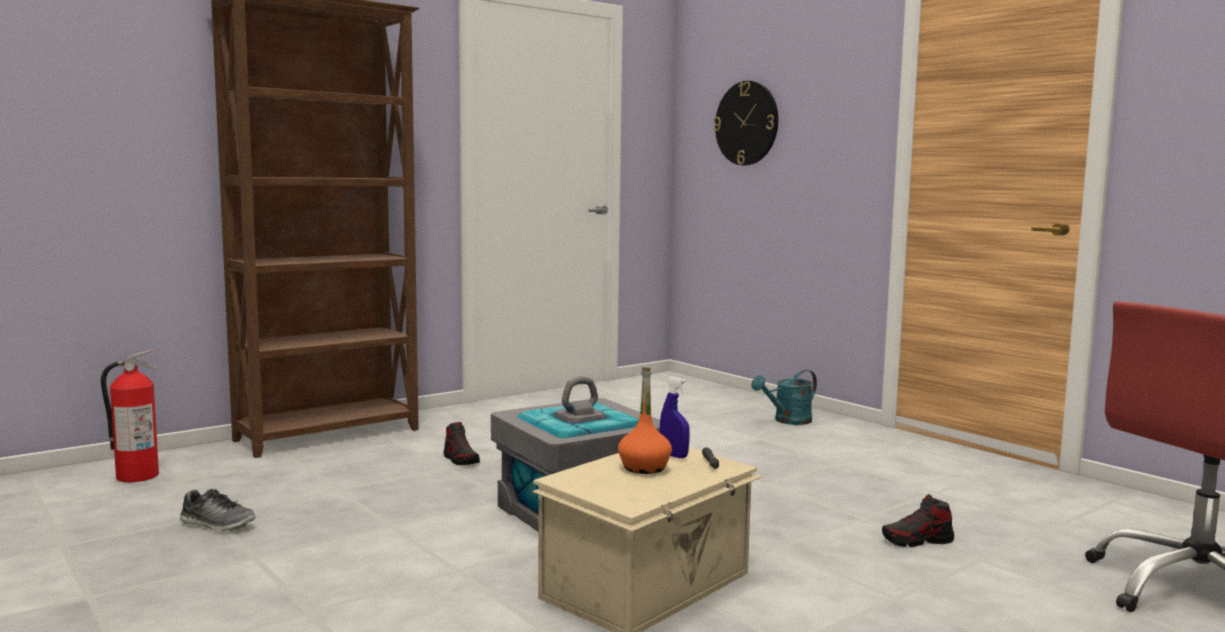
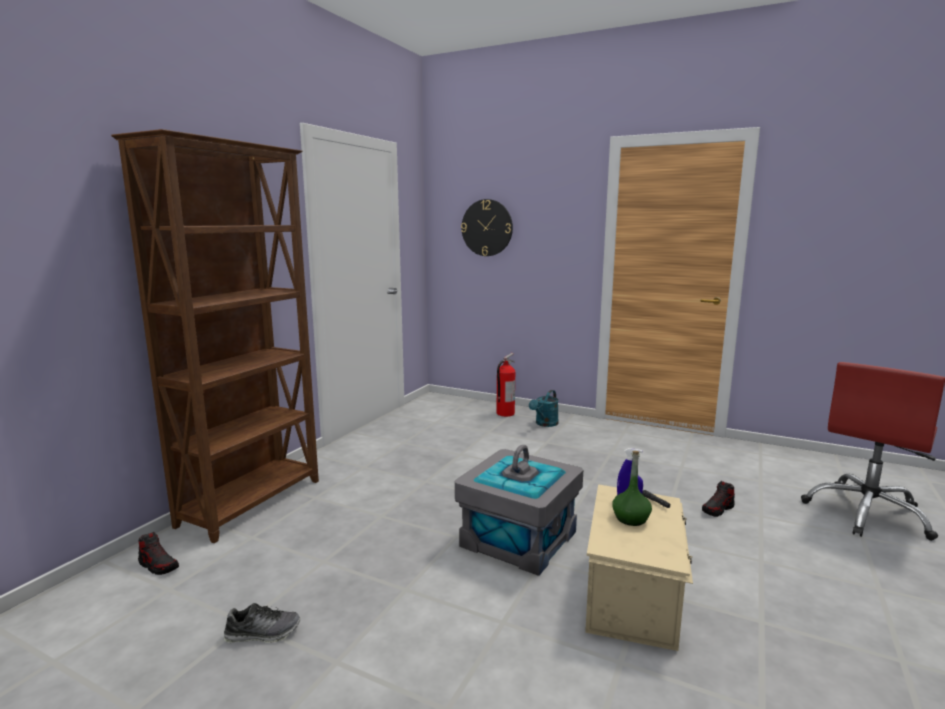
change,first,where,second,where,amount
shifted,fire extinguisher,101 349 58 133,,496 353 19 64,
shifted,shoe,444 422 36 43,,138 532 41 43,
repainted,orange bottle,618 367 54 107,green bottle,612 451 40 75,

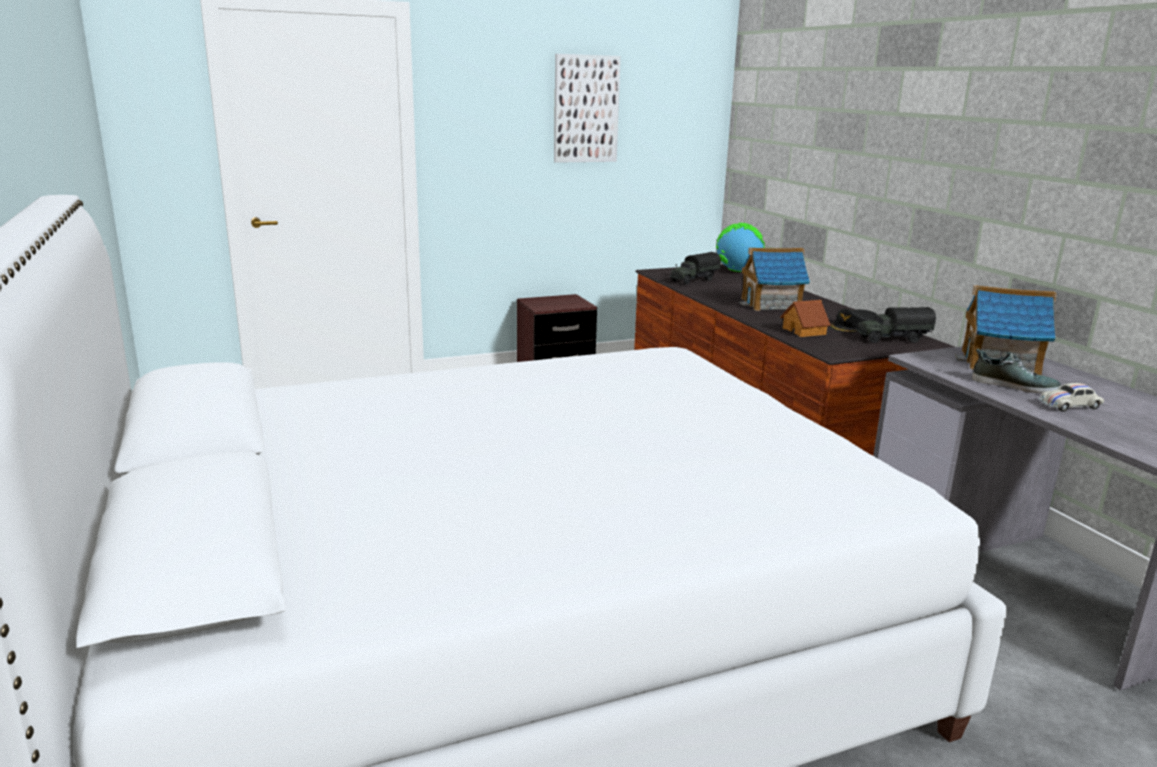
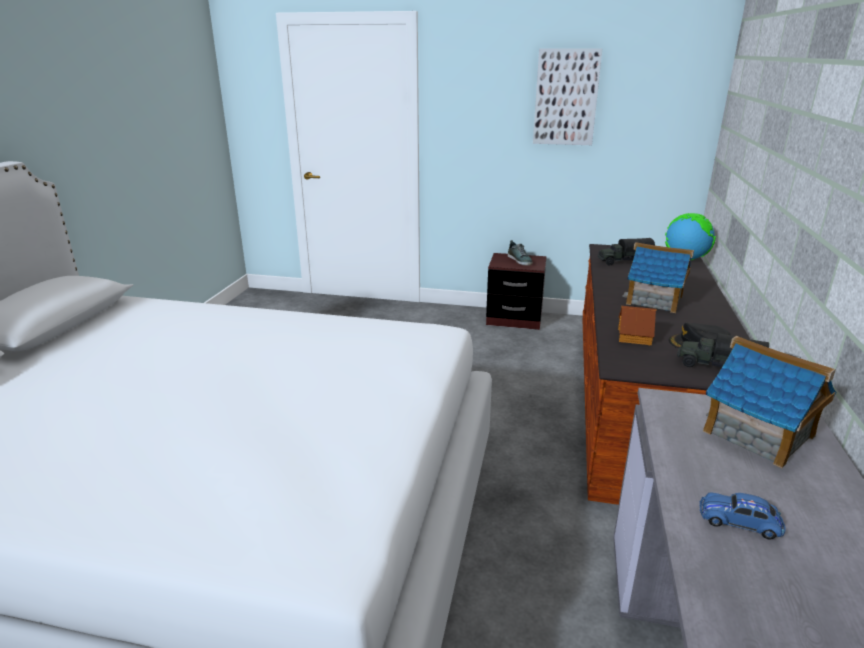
change,first,where,second,where,amount
shifted,shoe,972 349 89 44,,508 240 25 25,
repainted,white toy car,1039 383 65 29,blue toy car,700 492 86 48,

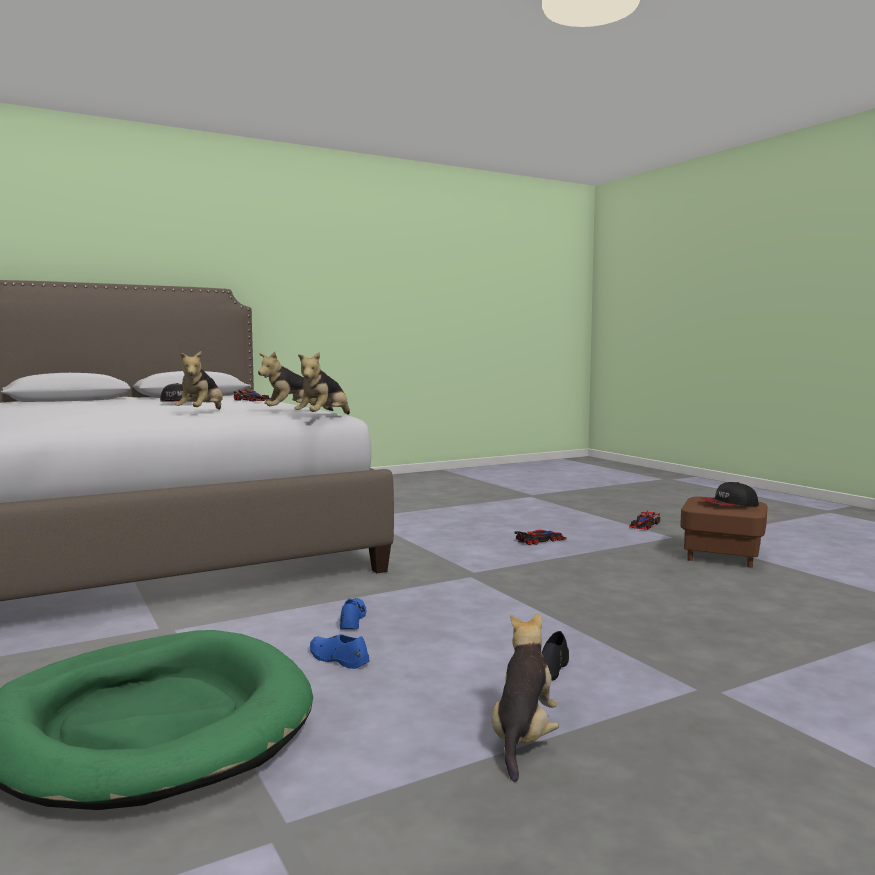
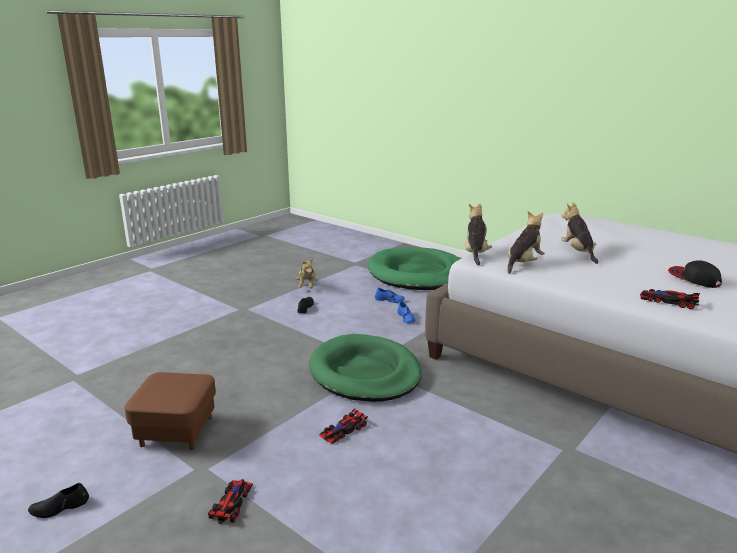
change,first,where,second,where,amount
gone,cap,701 482 58 24,,,
new,,,black shoe,28 483 61 35,
new,,,green dog bed,309 334 113 68,

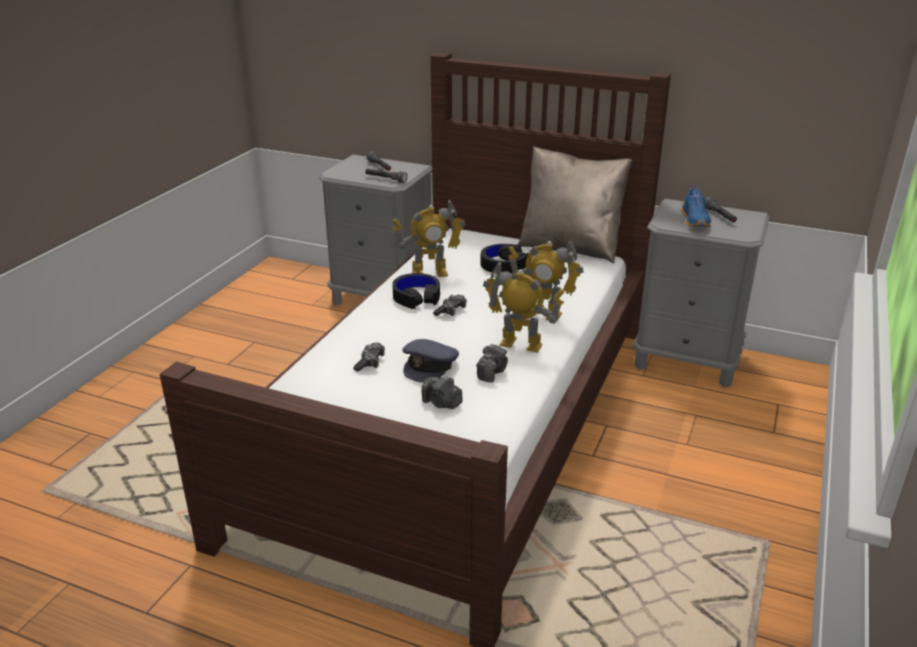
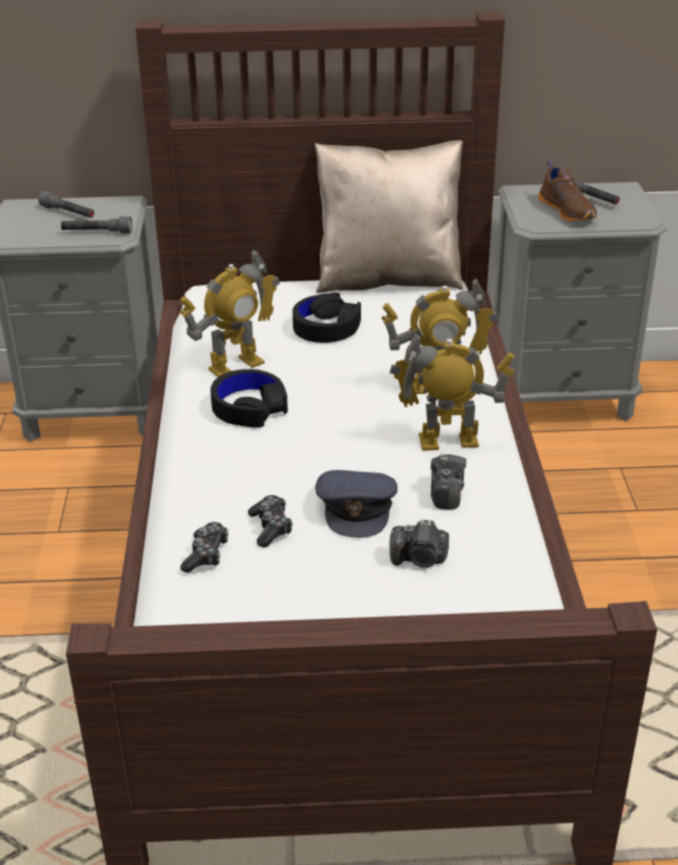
change,first,where,second,where,amount
shifted,game controller,433 295 34 21,,180 522 48 51,
repainted,blue shoe,681 184 30 43,brown shoe,538 161 59 61,

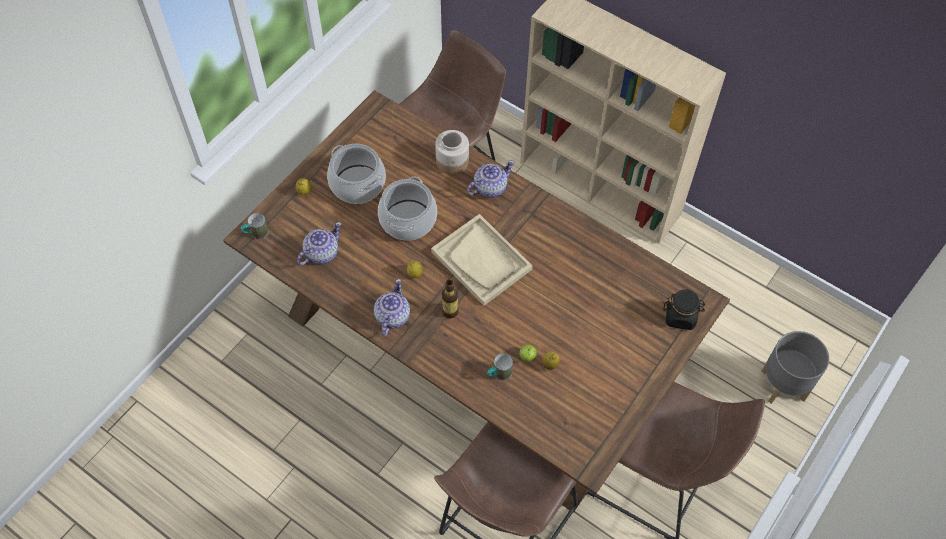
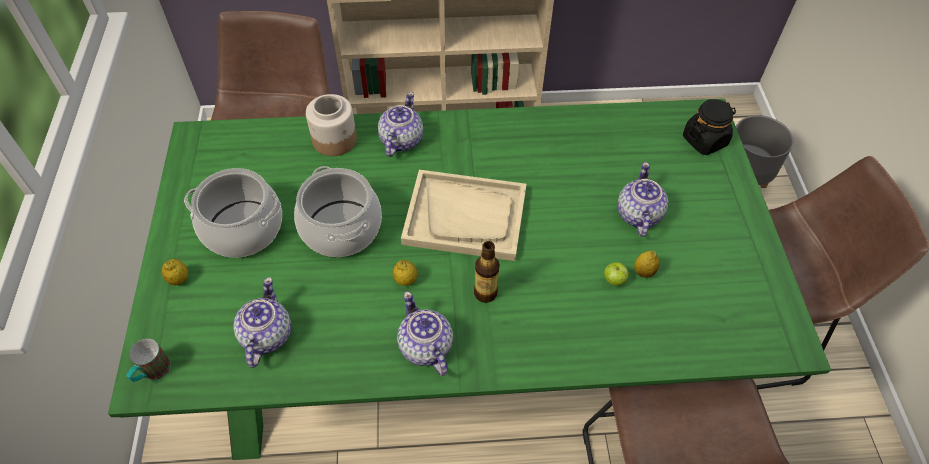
change,first,where,second,where,amount
repainted,brown dining table,223 90 507 421,green dining table,108 98 723 362,
gone,mug,487 353 26 28,,,
new,,,teapot,617 162 51 75,

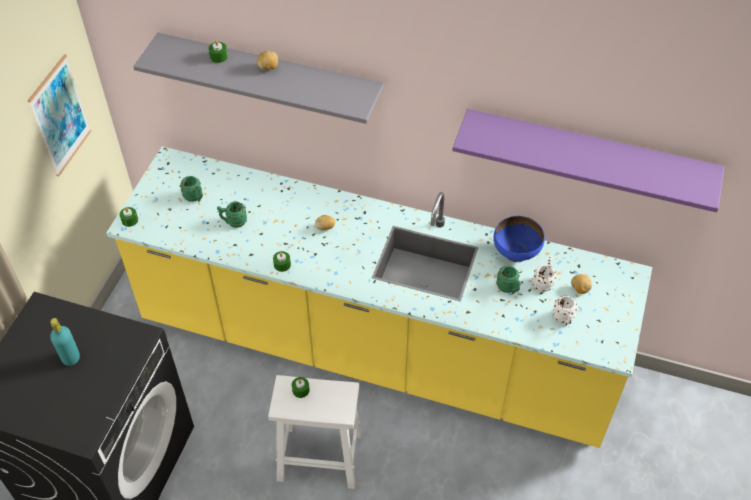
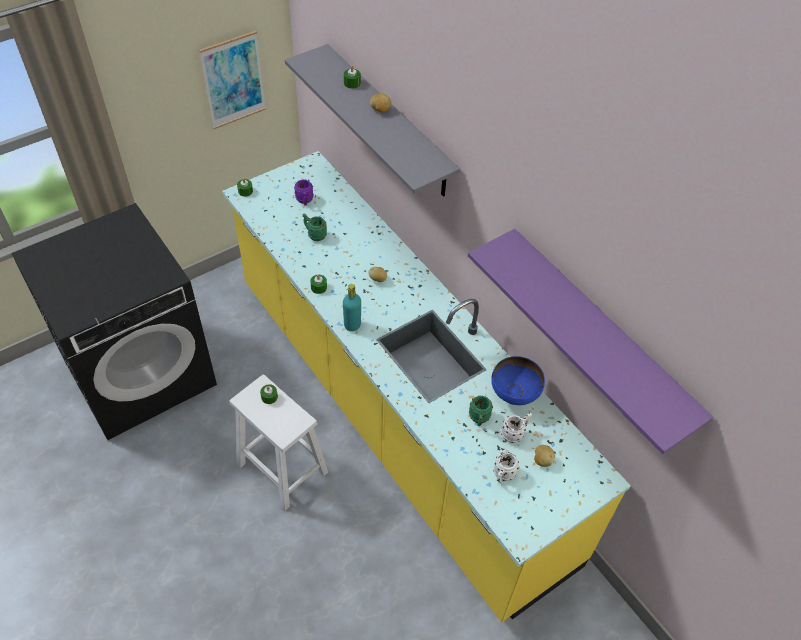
change,first,where,second,where,amount
shifted,turquoise bottle,50 318 30 48,,343 284 18 47,
repainted,green mug,180 176 23 26,purple mug,294 180 20 26,

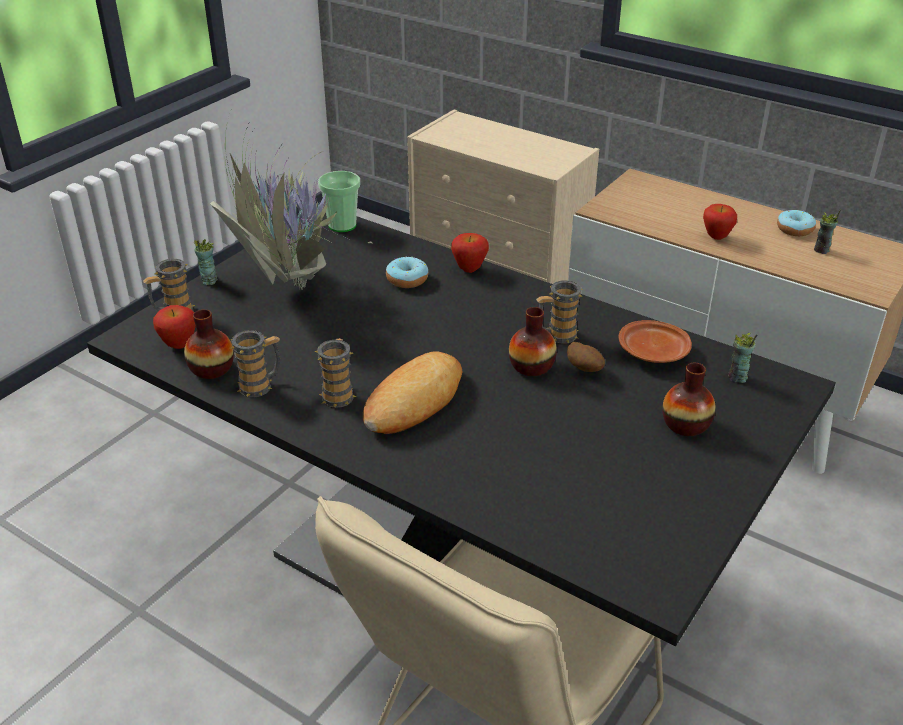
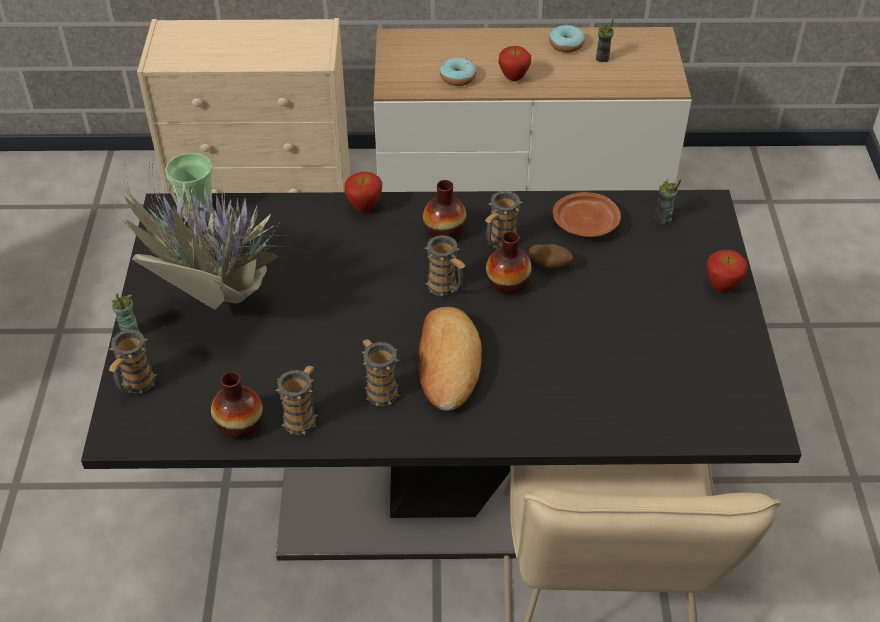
change,first,where,second,where,amount
shifted,apple,153 305 43 44,,707 250 41 42,
shifted,donut,386 256 42 32,,440 58 36 28,
shifted,vase,662 363 54 73,,423 180 44 59,
new,,,mug,425 235 40 61,

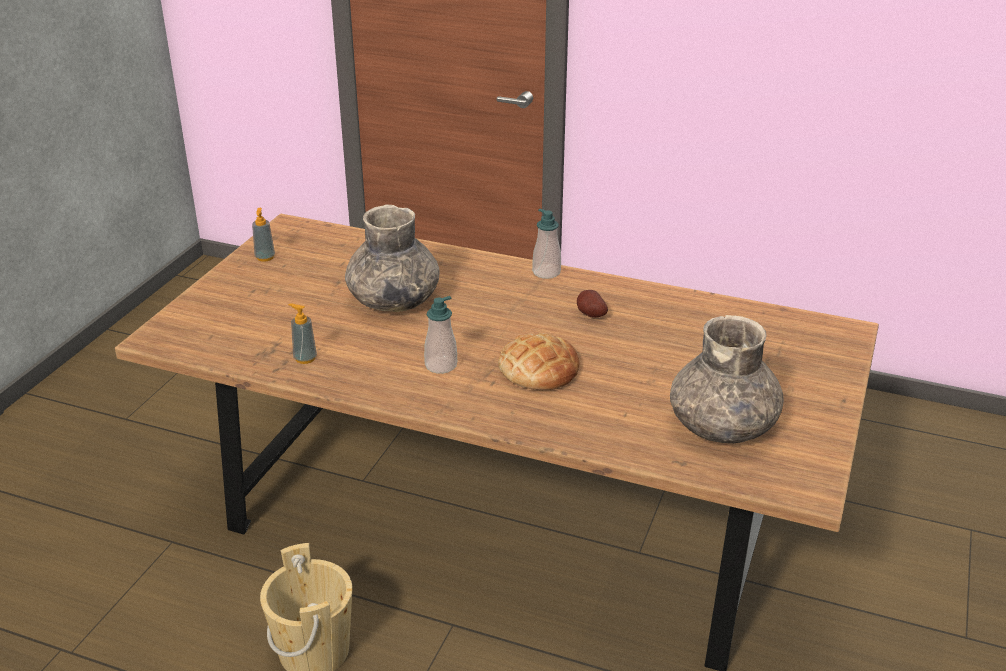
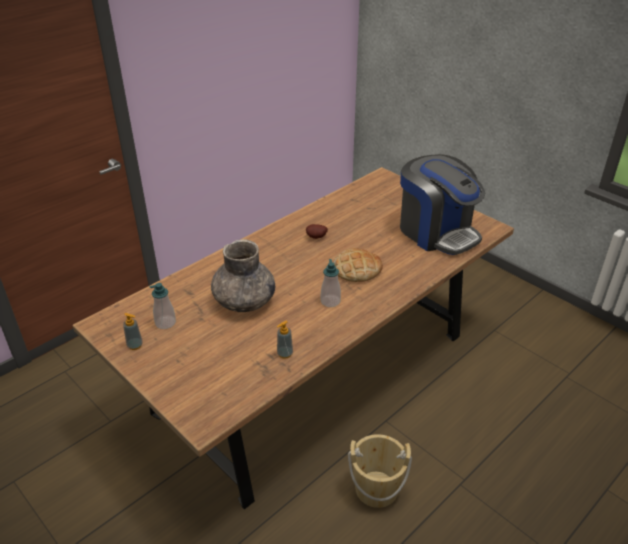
change,first,where,second,where,amount
shifted,soap dispenser,532 208 29 71,,150 283 26 46,
swapped,grey vase,670 315 114 128,coffee machine,400 154 85 101,

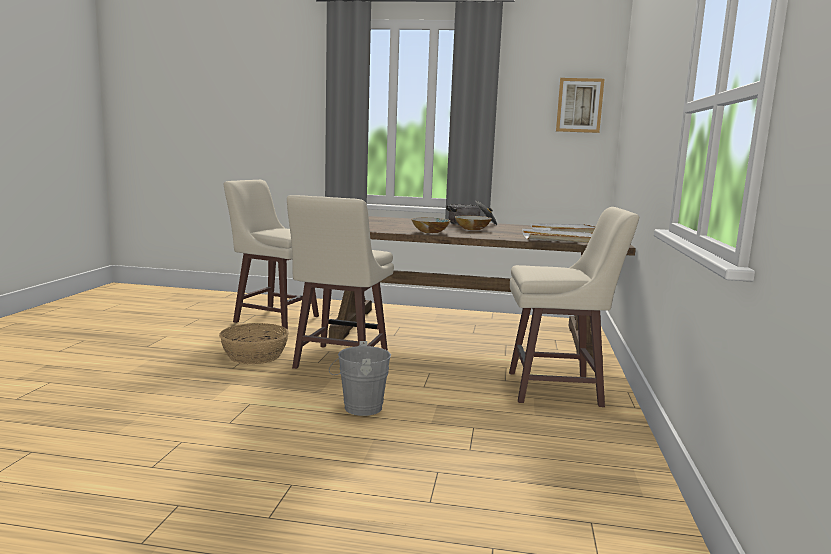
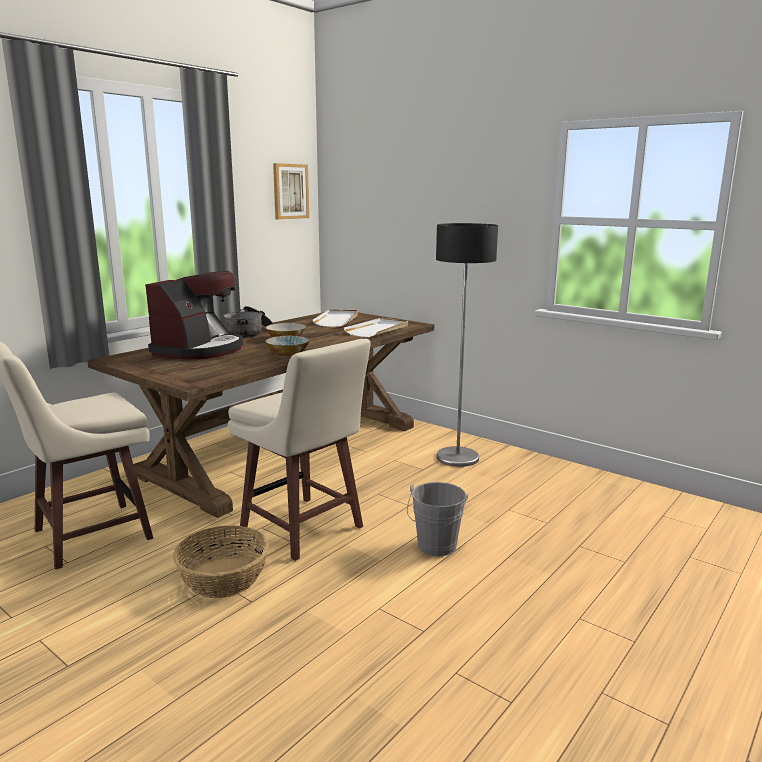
change,first,where,second,where,amount
swapped,beige stool,509 207 130 200,floor lamp,436 223 62 244,
new,,,coffee machine,145 271 98 89,

